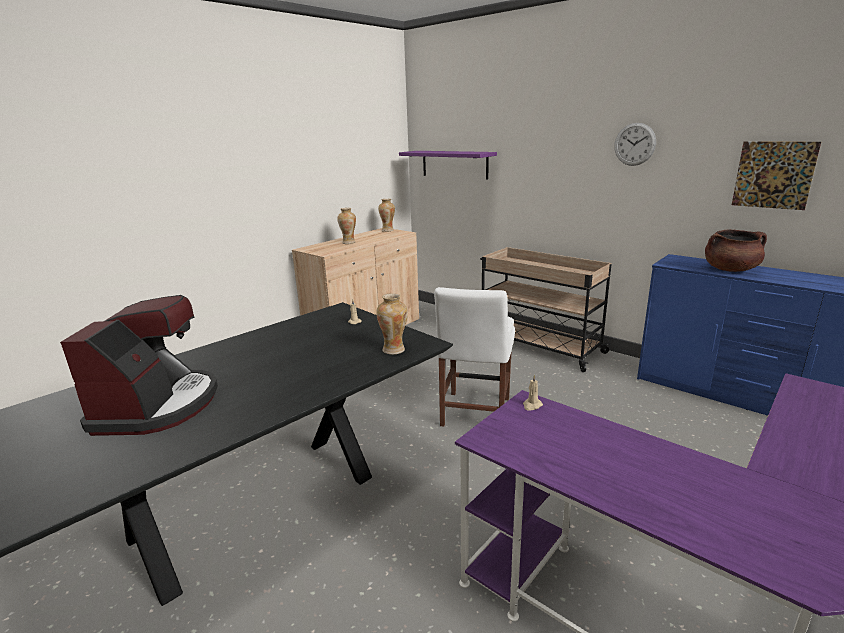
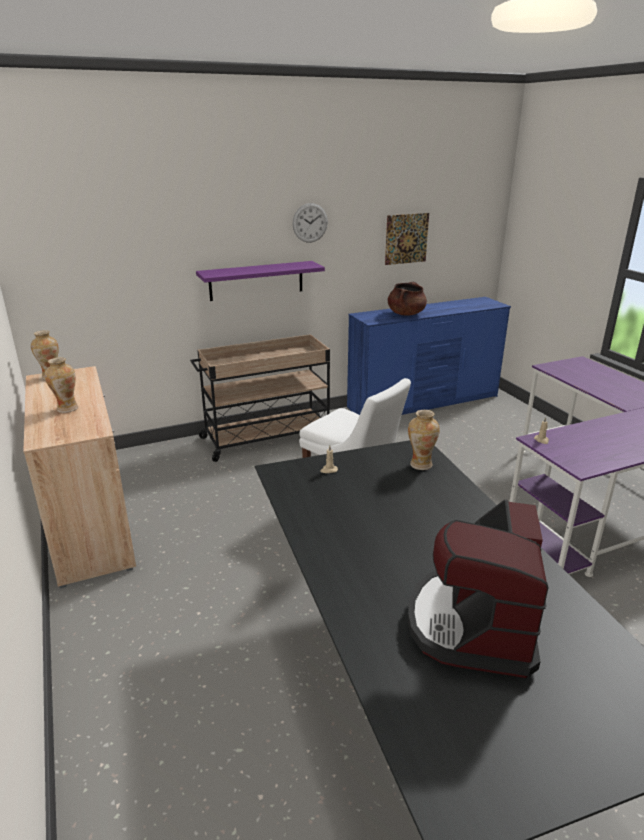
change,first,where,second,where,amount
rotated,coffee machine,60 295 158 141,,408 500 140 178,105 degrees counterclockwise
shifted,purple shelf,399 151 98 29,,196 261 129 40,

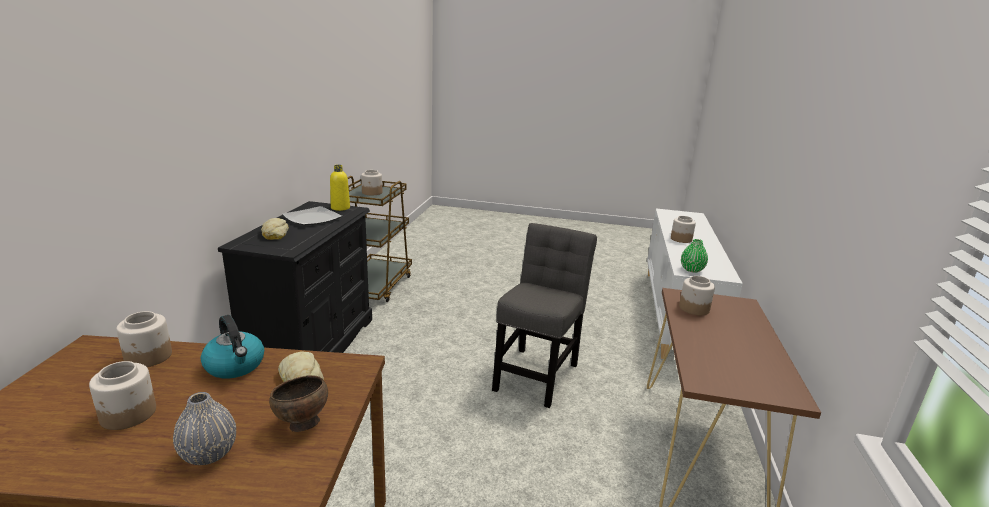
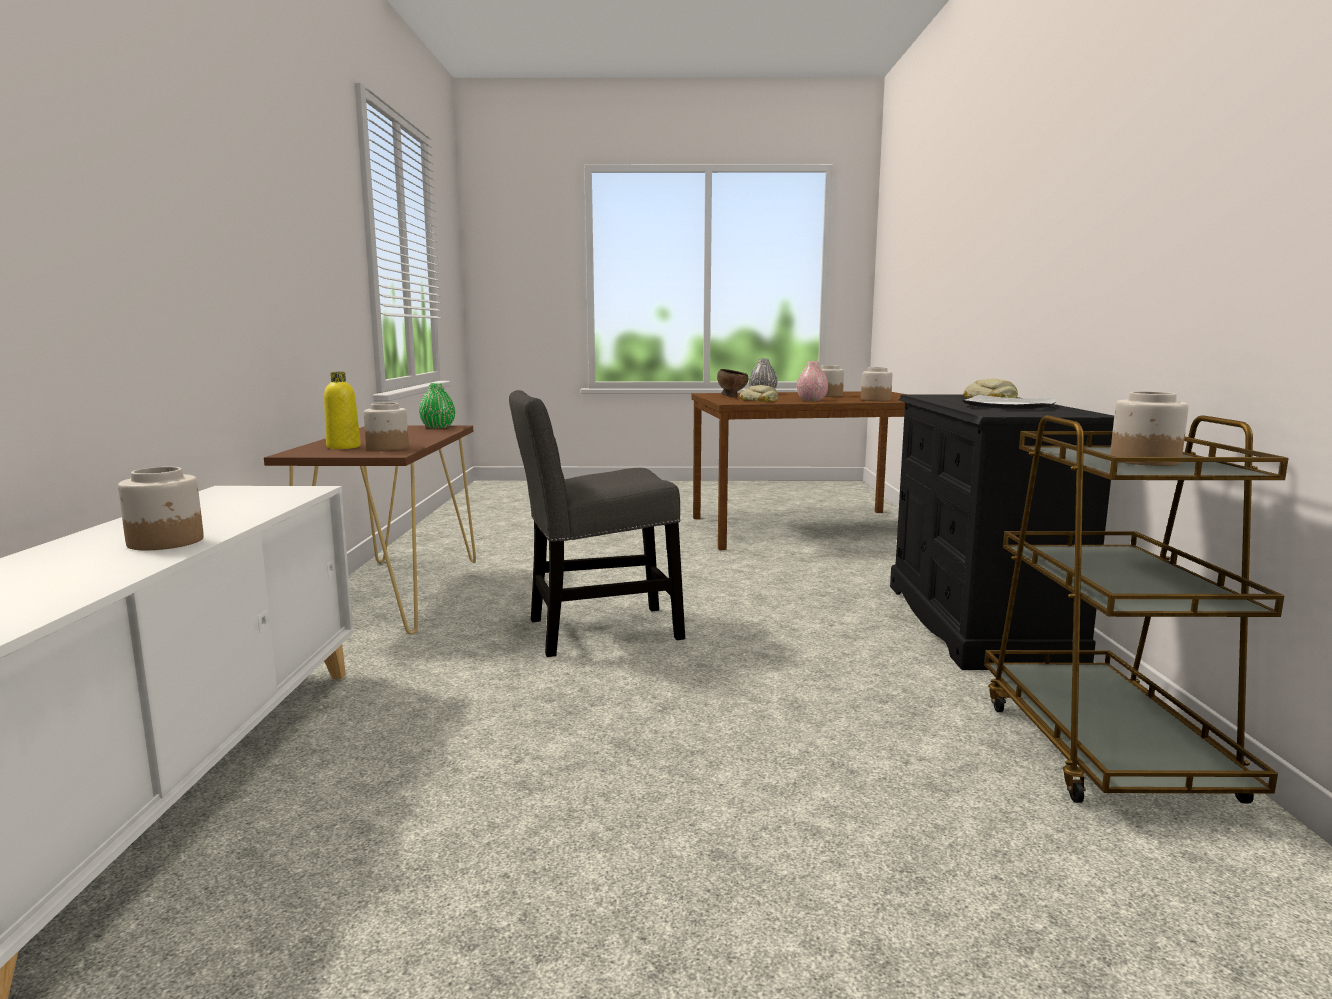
change,first,where,second,where,amount
swapped,kettle,201 315 63 63,pink vase,797 361 31 40,
shifted,yellow bottle,330 165 20 46,,324 372 37 77,
rotated,grey chair,492 223 105 185,,509 390 176 267,60 degrees clockwise
shifted,green vase,681 239 27 34,,419 383 36 45,

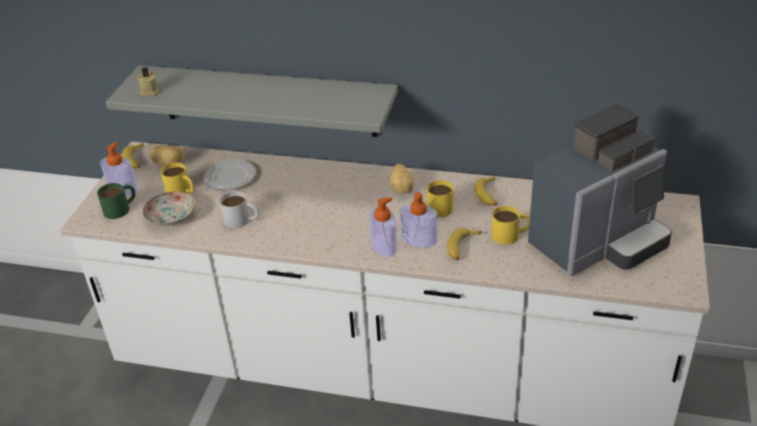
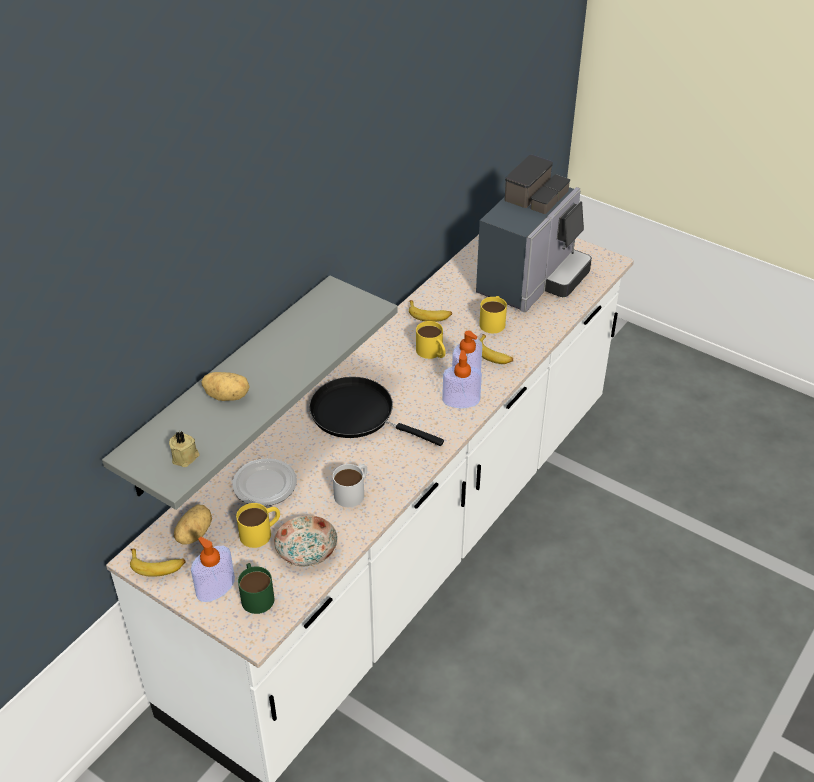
change,first,where,second,where,amount
shifted,potato,390 164 24 29,,202 372 48 29,
rotated,coffee machine,528 104 144 172,,476 155 116 157,45 degrees clockwise
new,,,black frying pan,309 377 135 69,

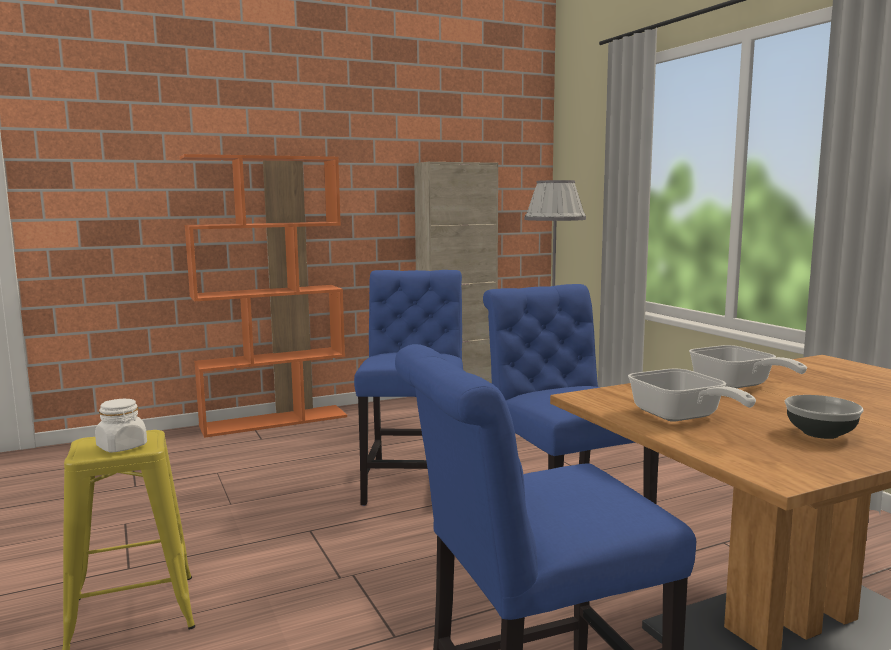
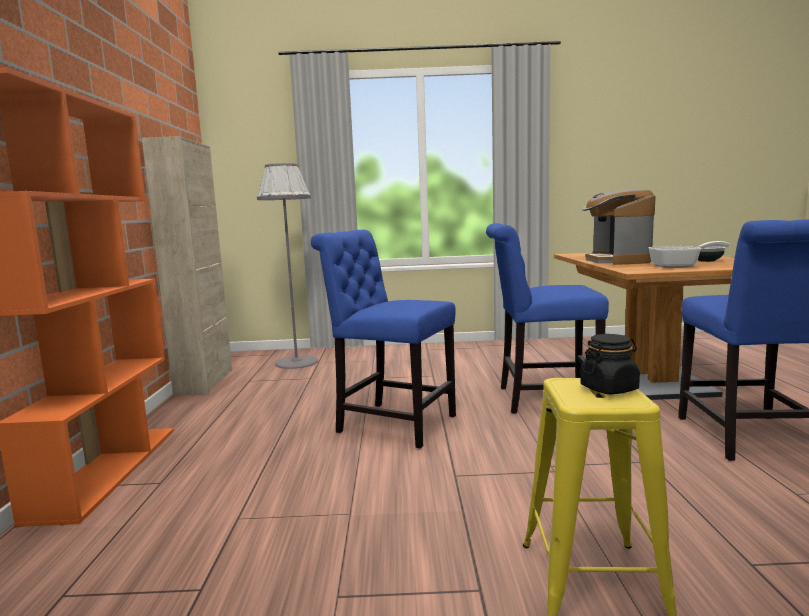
change,first,where,second,where,amount
repainted,white jar,95 399 52 53,black jar,580 334 60 60,
swapped,frying pan,689 345 118 43,coffee machine,582 189 74 76,

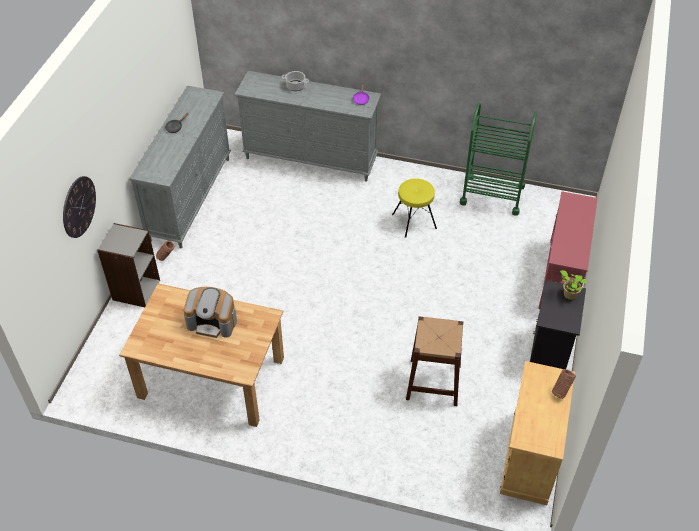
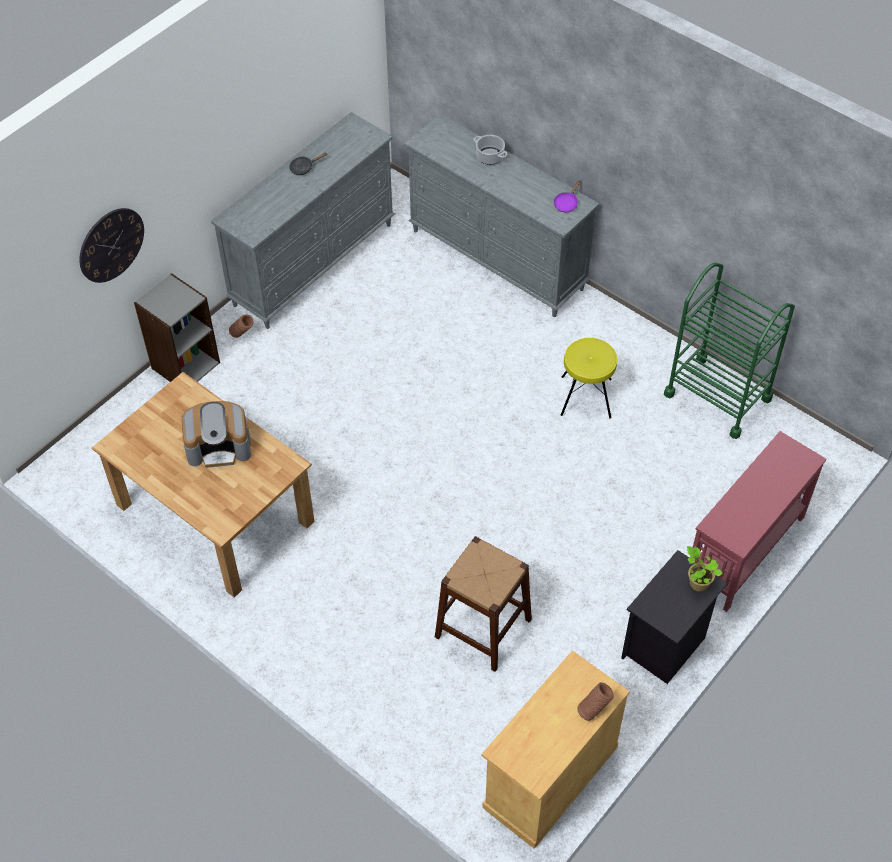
change,first,where,second,where,amount
rotated,coffee machine,184 287 53 51,,182 401 69 67,45 degrees counterclockwise

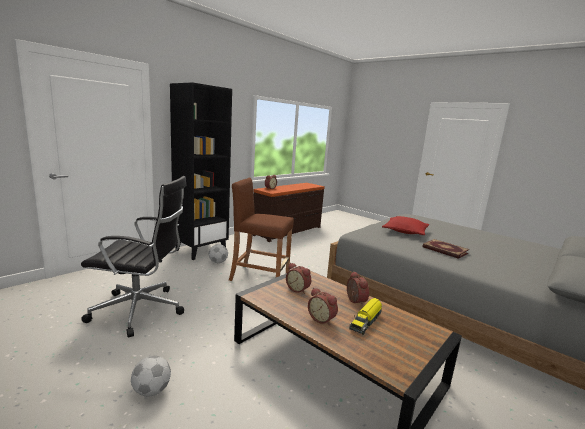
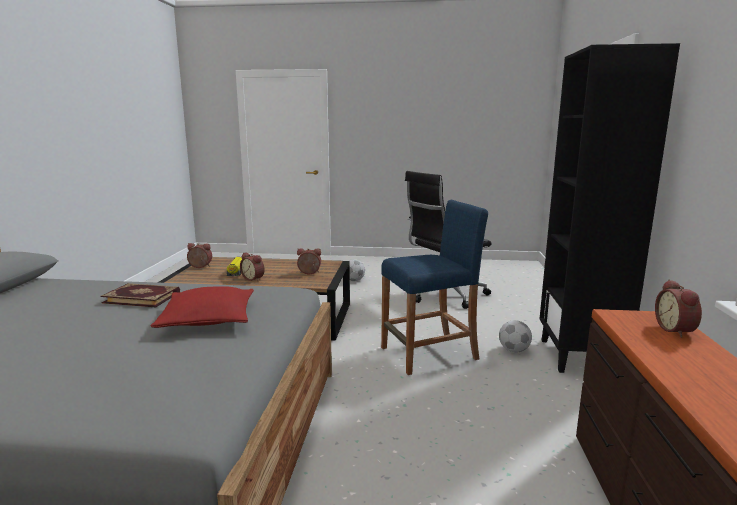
change,first,where,second,where,amount
repainted,brown stool,229 178 65 103,blue stool,381 200 107 175,
shifted,alarm clock,308 288 30 37,,187 243 25 25,

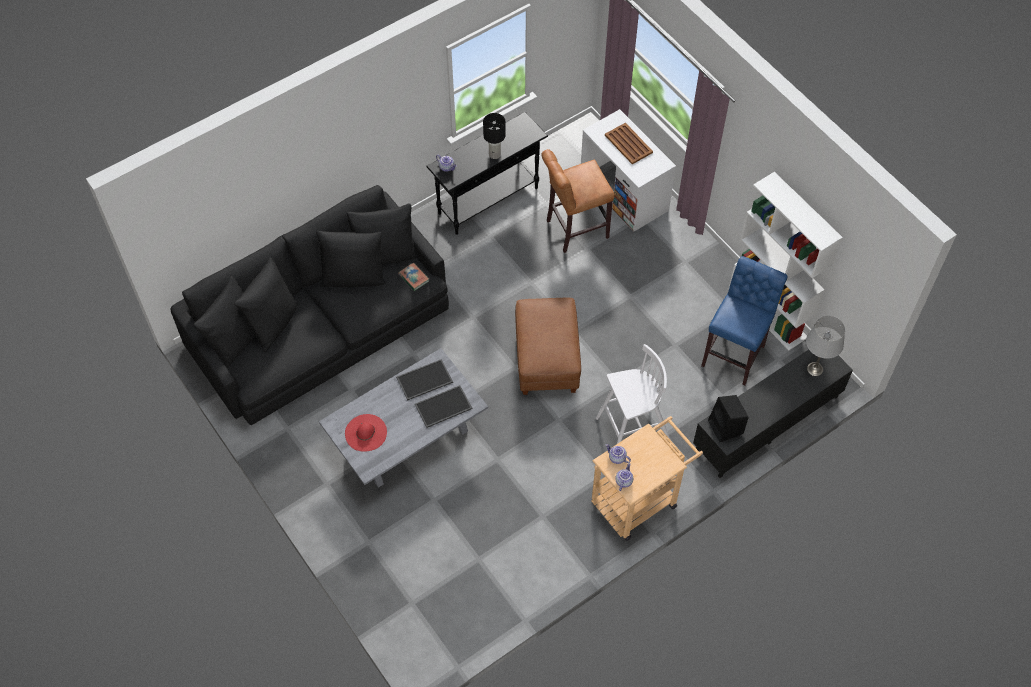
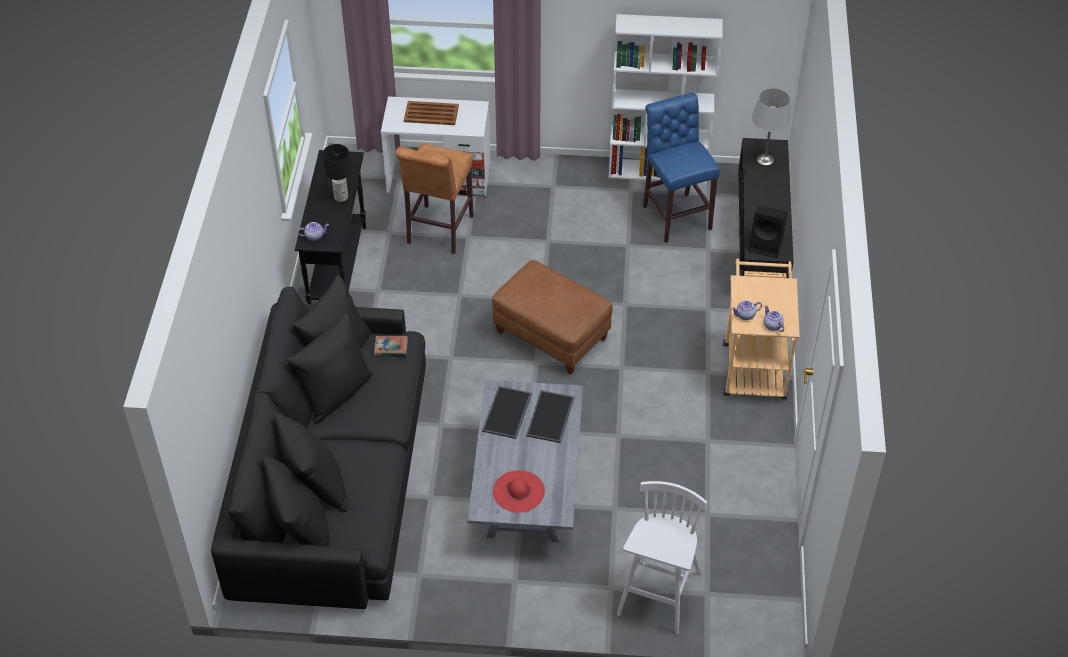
change,first,where,second,where,amount
shifted,white stool,596 344 74 100,,617 481 90 153,

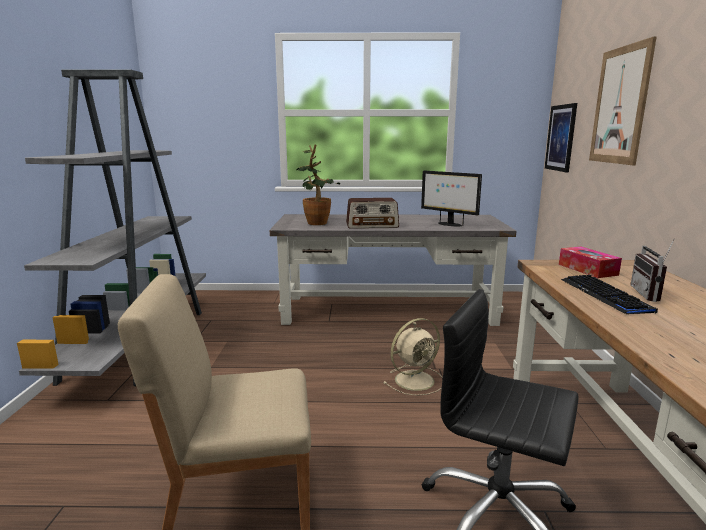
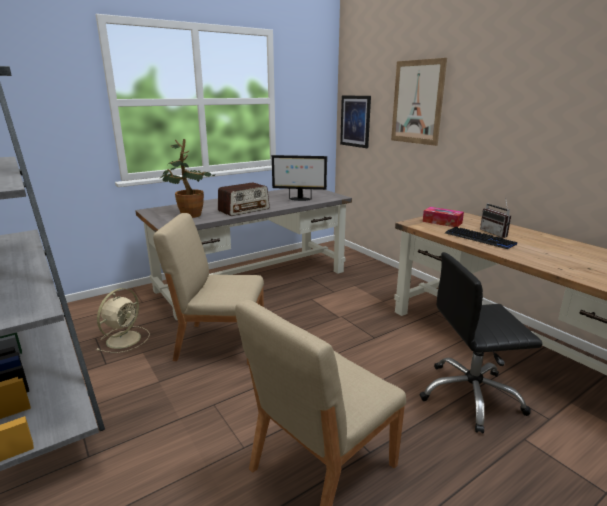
change,first,where,second,where,amount
shifted,beige fan,383 318 60 78,,96 288 54 65,
new,,,beige chair,153 213 111 152,

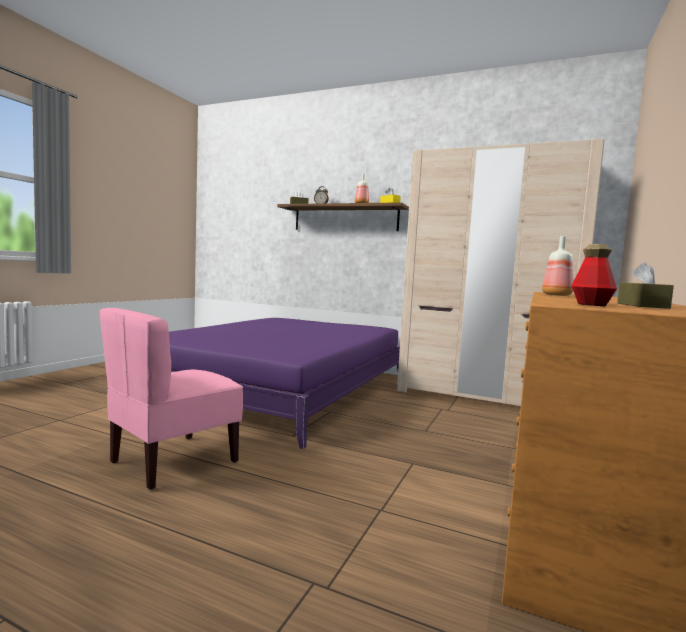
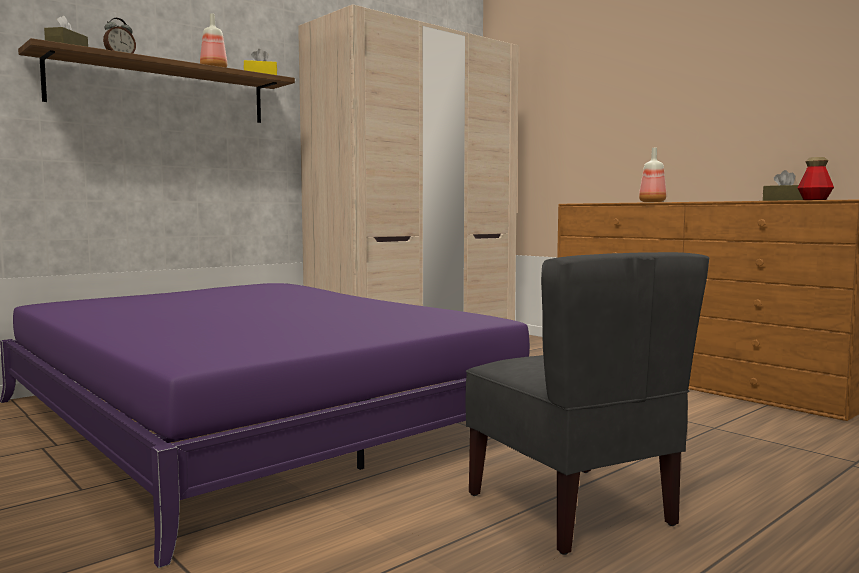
change,first,where,second,where,amount
repainted,pink chair,99 308 144 182,grey chair,465 252 244 303,

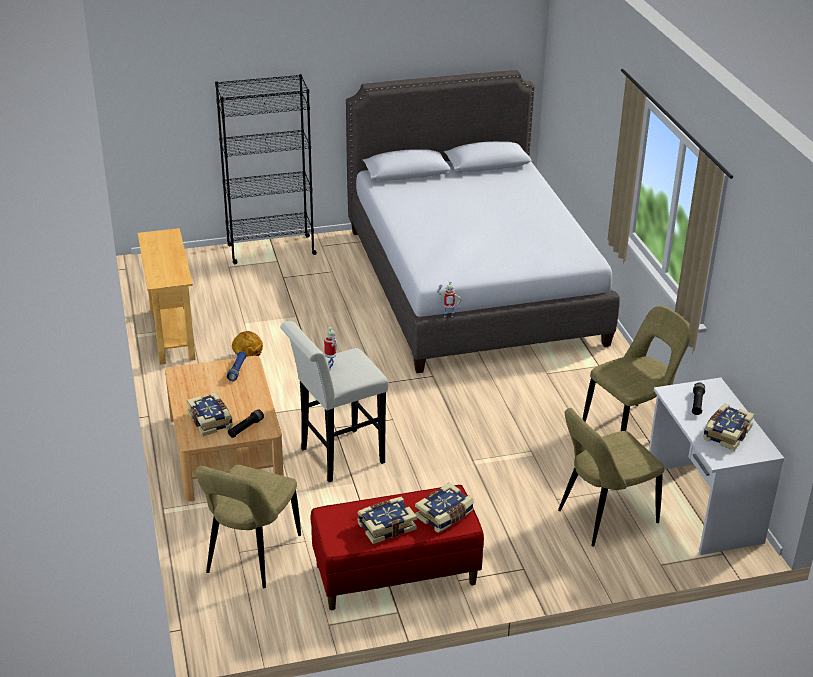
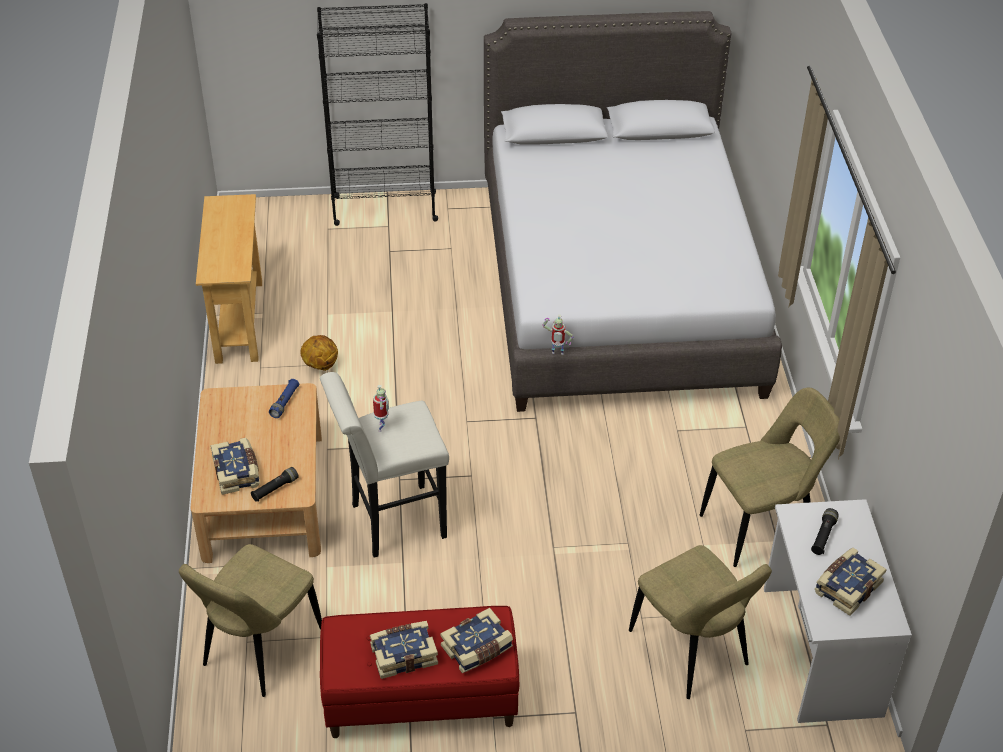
change,first,where,second,where,amount
rotated,beige chair,558 408 106 139,,629 545 143 154,105 degrees counterclockwise

